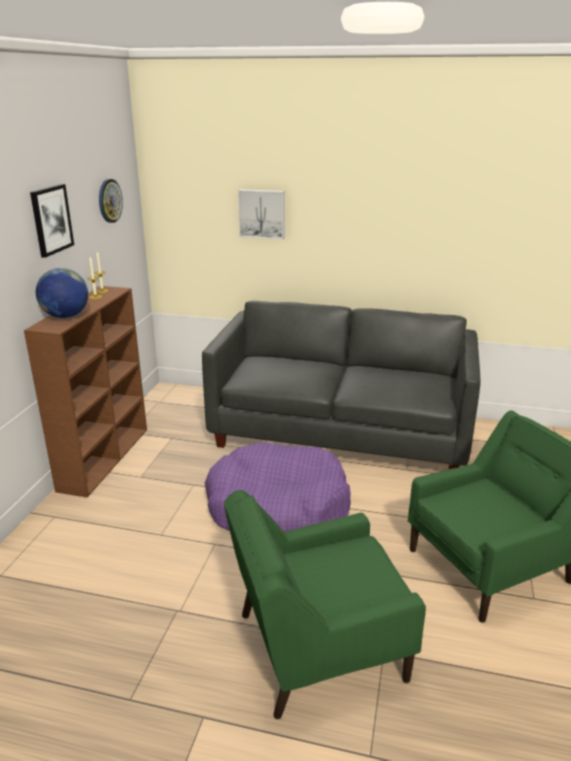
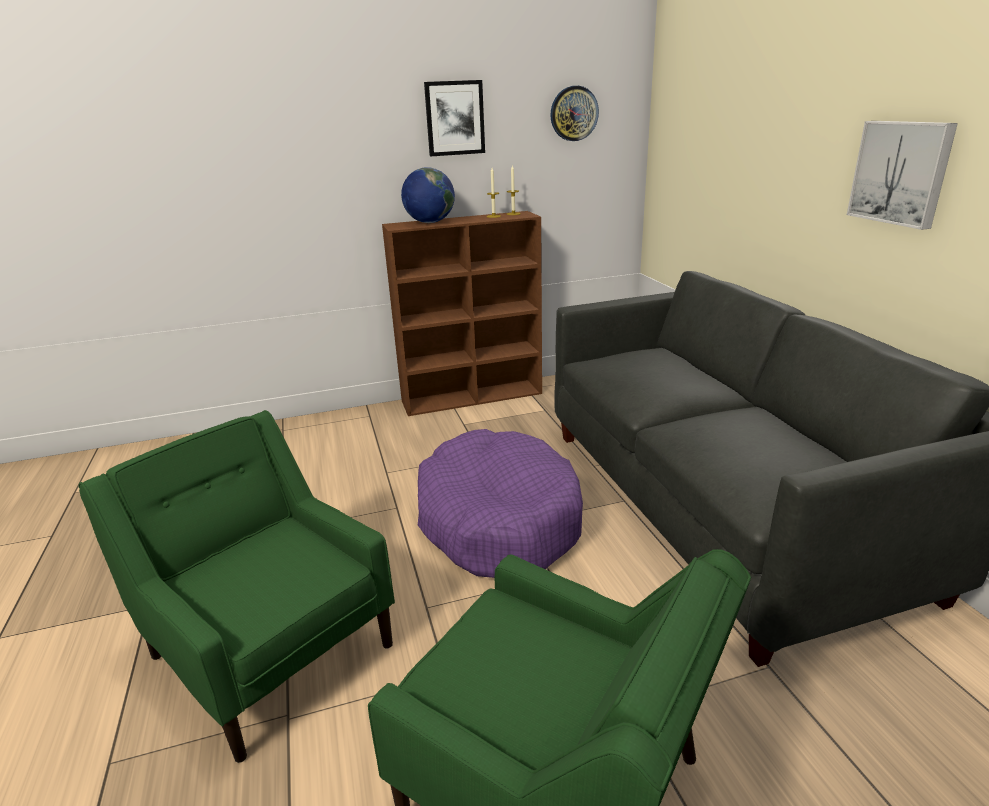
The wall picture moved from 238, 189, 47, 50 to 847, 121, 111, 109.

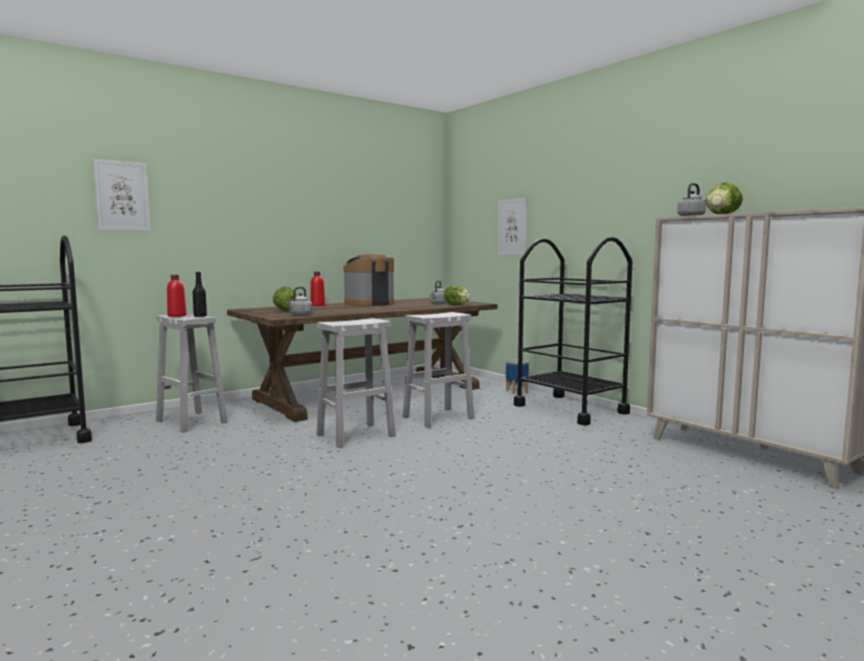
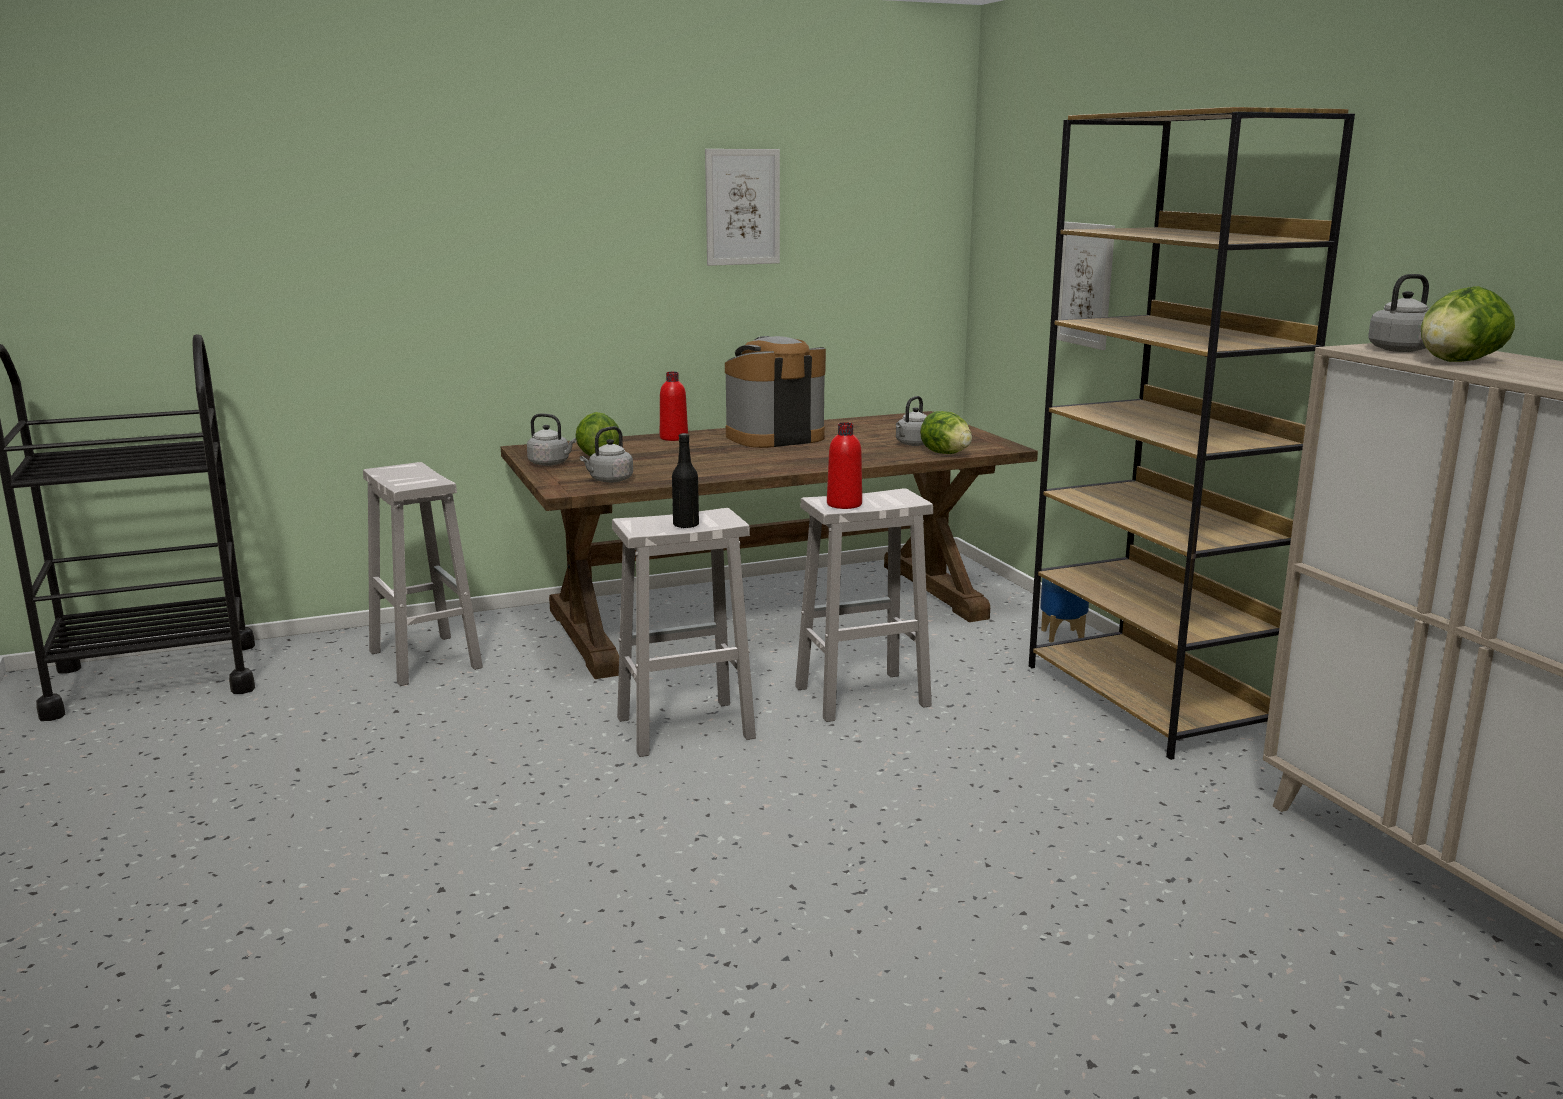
The tea kettle in gray at 527, 414, 49, 52 appeared.
The wall picture moved from 93, 159, 57, 72 to 705, 149, 75, 117.
The drink bottle in red moved from 167, 275, 20, 42 to 827, 422, 35, 87.
The drink bottle in blackish moved from 193, 272, 14, 45 to 672, 433, 27, 96.
The wheeled cart in blackish at 514, 237, 118, 188 was replaced by the bookshelf in brown-coloured at 1029, 107, 326, 653.

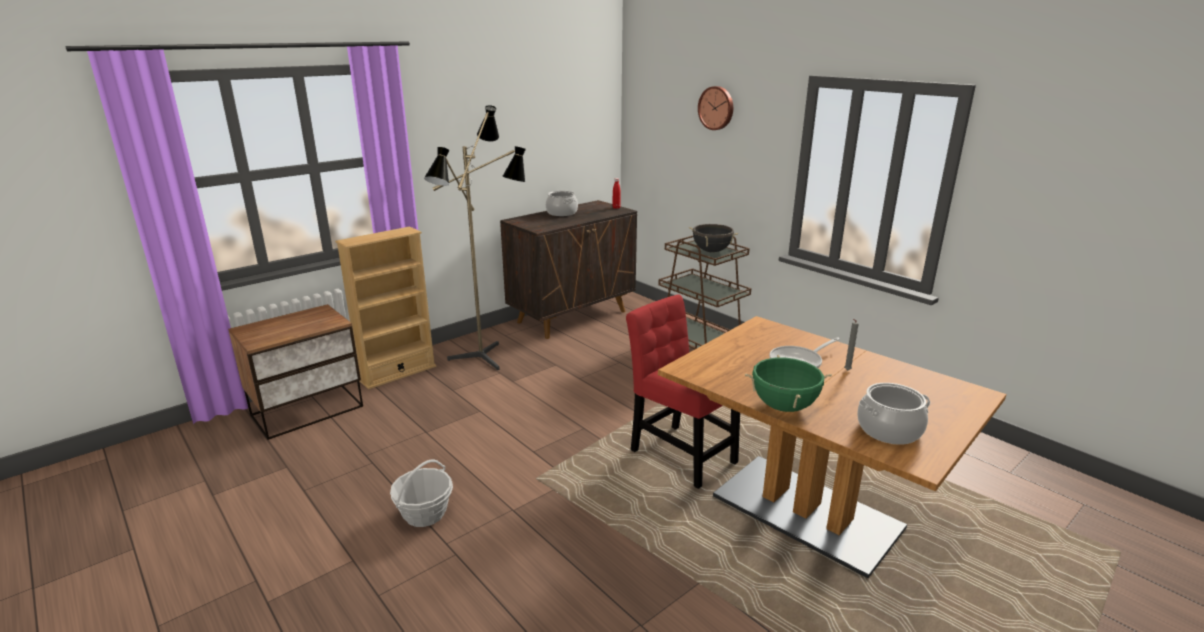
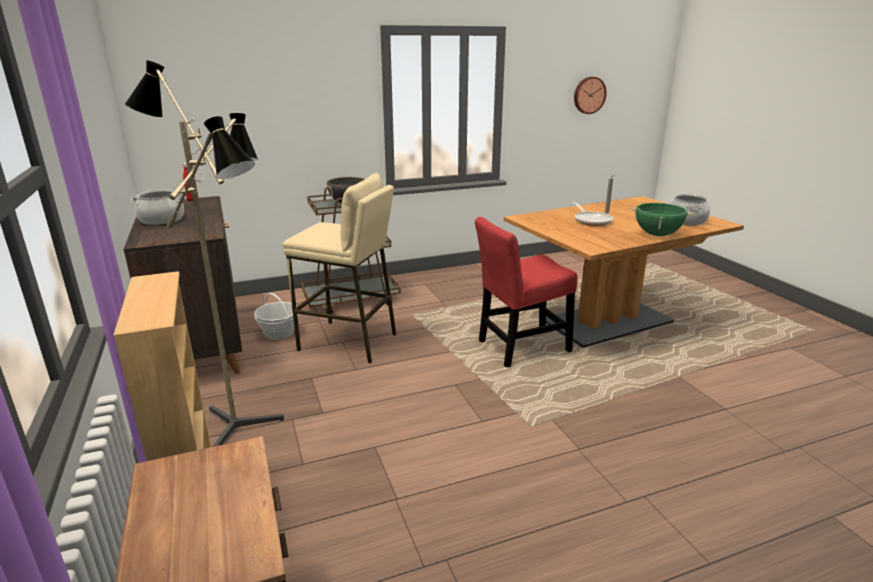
The stool seat in beige-coloured at 283, 173, 113, 191 appeared.
The basket moved from 390, 459, 63, 68 to 254, 293, 45, 47.
The hanging clock moved from 698, 86, 35, 44 to 574, 77, 33, 37.

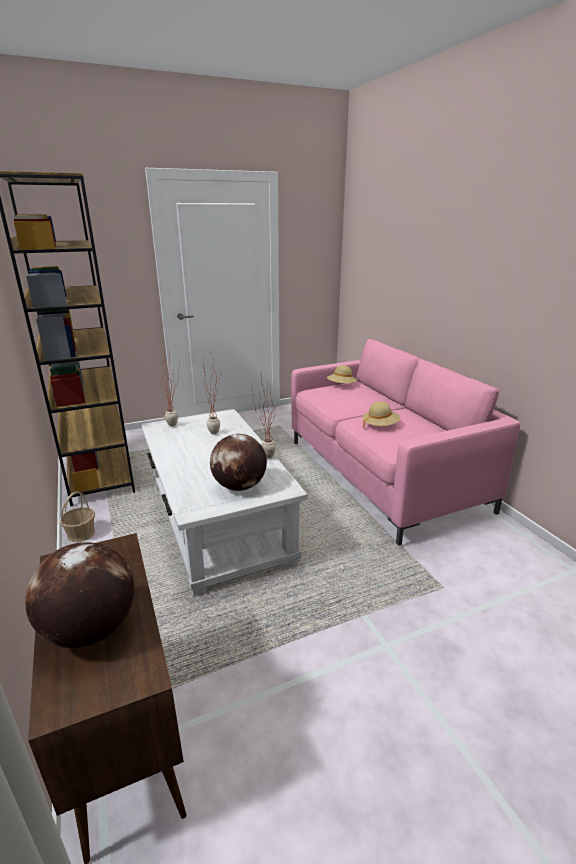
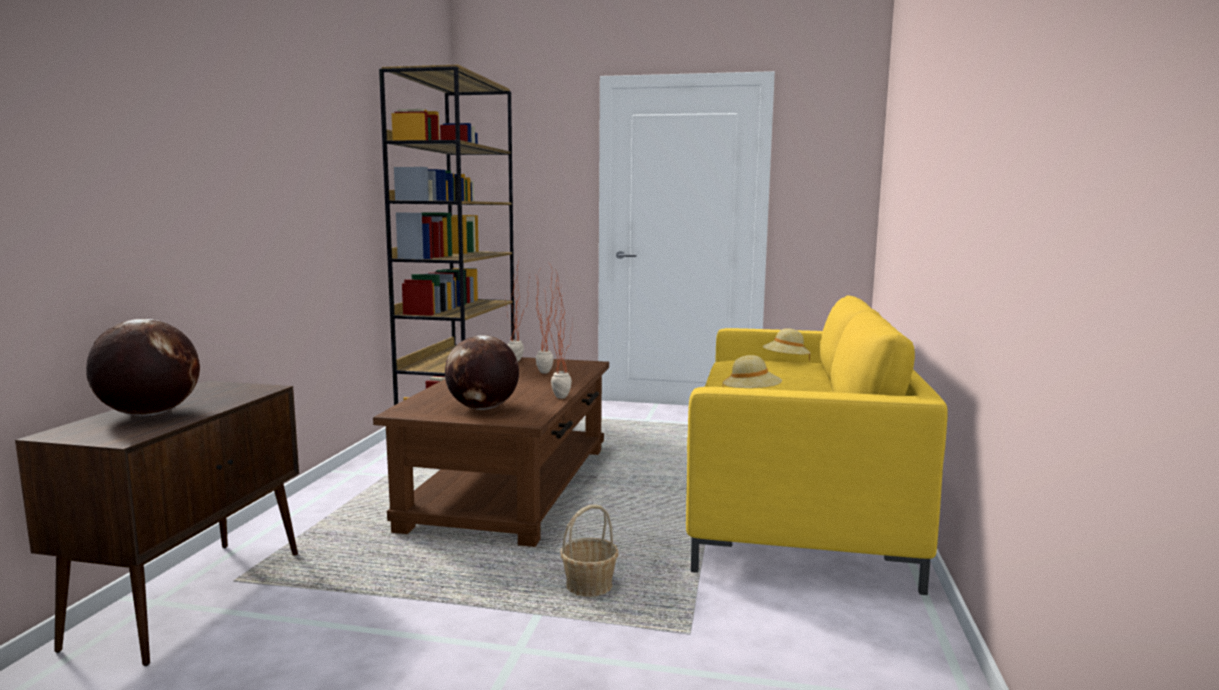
The basket moved from 60, 491, 35, 51 to 560, 504, 59, 93.
The coffee table in white-coloured at 141, 409, 167, 188 became the coffee table in brown-coloured at 373, 357, 236, 190.
The sofa in pink at 291, 339, 229, 207 became the sofa in yellow-coloured at 686, 296, 262, 299.

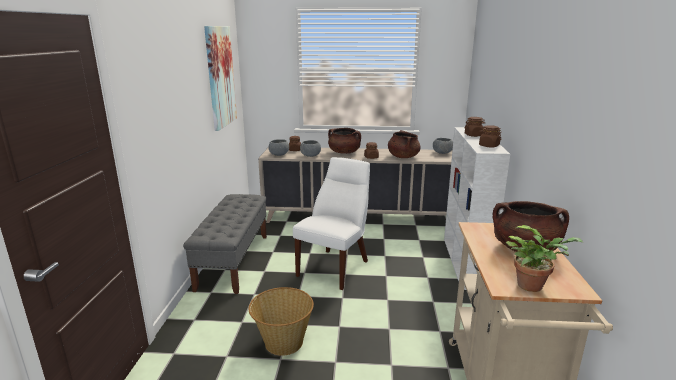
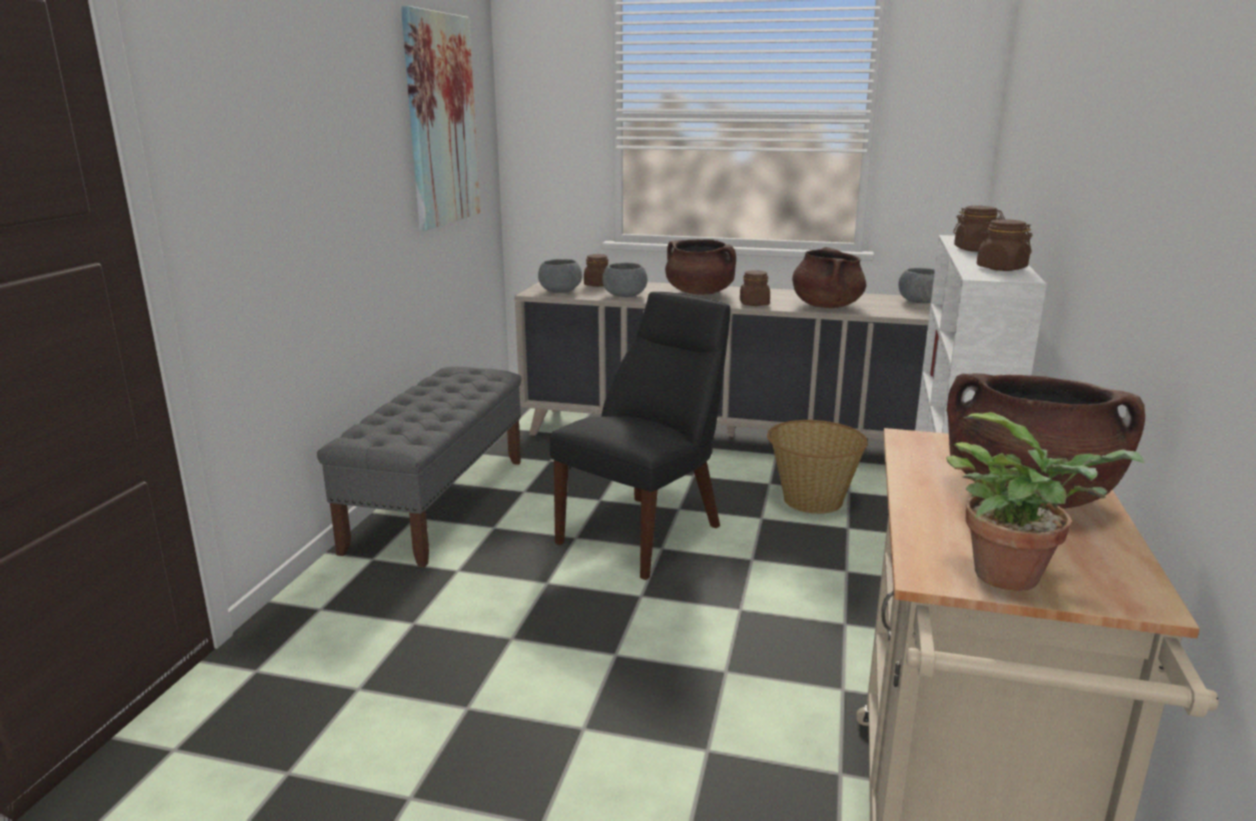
The basket moved from 249, 287, 65, 69 to 767, 420, 101, 94.
The upright chair in white-coloured at 293, 157, 77, 133 became the upright chair in blackish at 550, 292, 180, 288.

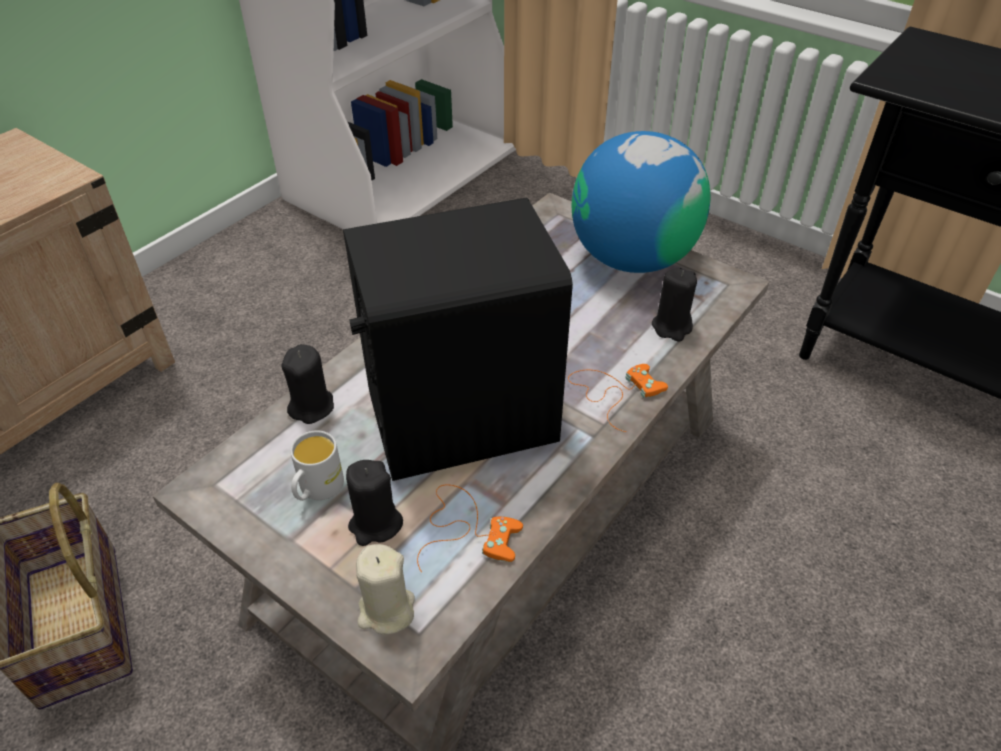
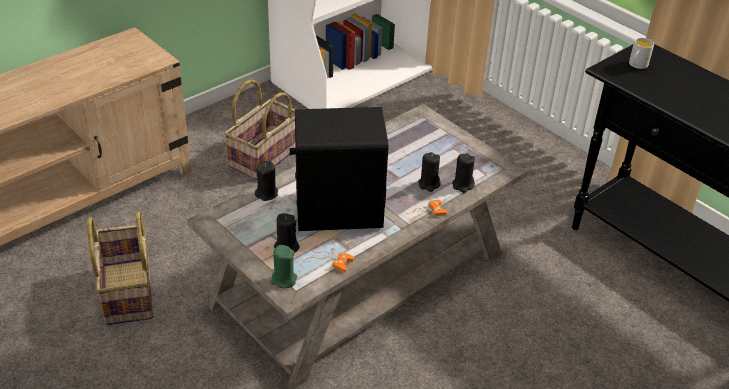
The desk globe at 572, 131, 138, 142 disappeared.
The basket at 224, 79, 72, 101 appeared.
The wax light in blackish at 418, 152, 22, 40 appeared.
The coffee mug in white-coloured moved from 290, 430, 54, 71 to 629, 38, 25, 31.
The wax light in beige-coloured at 356, 544, 59, 91 became the wax light in greenish at 270, 245, 27, 44.

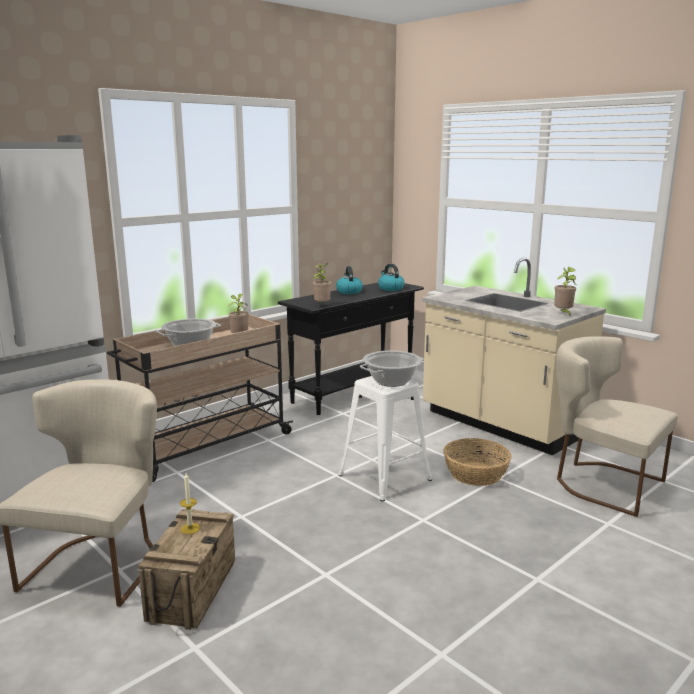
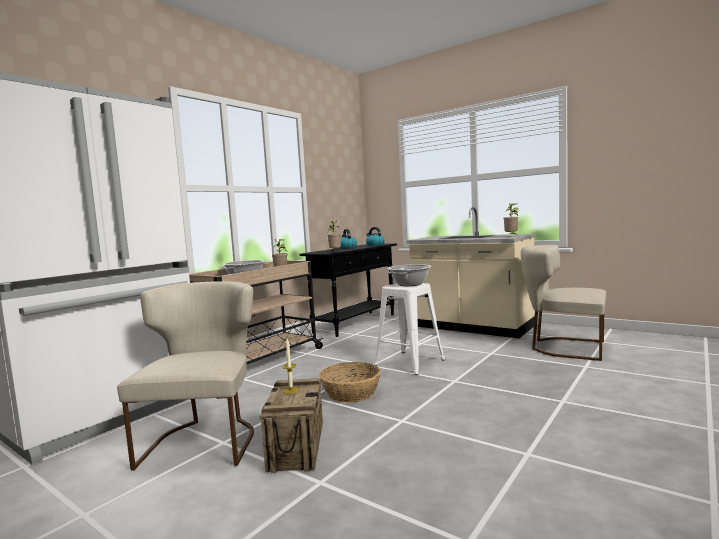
The basket moved from 443, 438, 69, 48 to 319, 362, 62, 41.

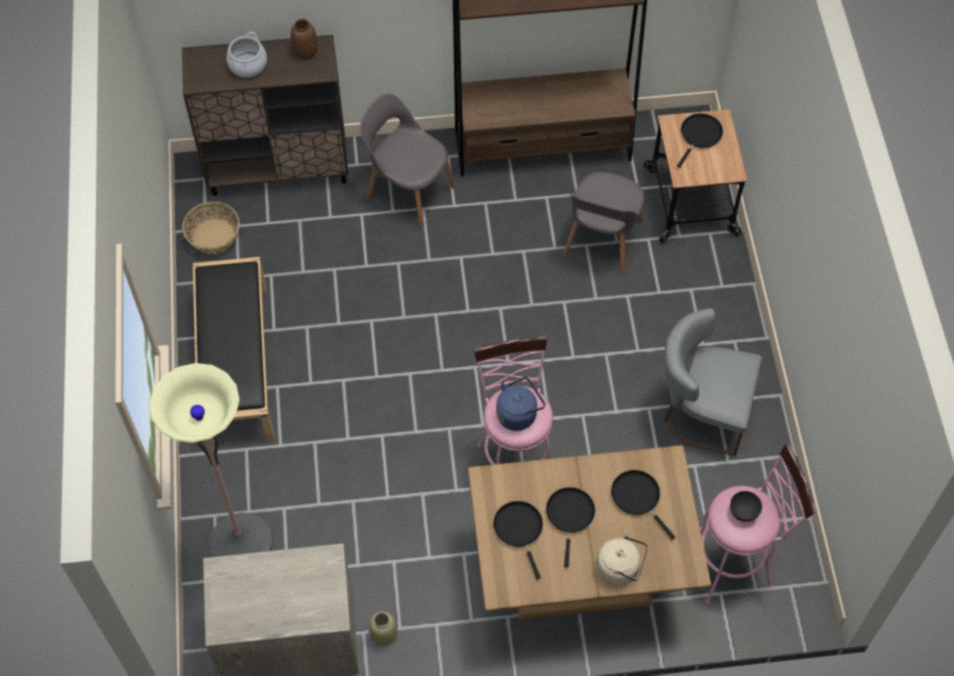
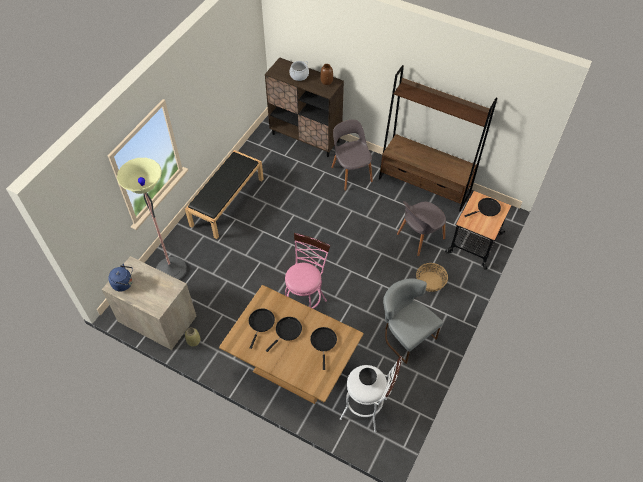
The tea kettle in beige-coloured at 597, 530, 51, 56 disappeared.
The basket moved from 182, 202, 58, 52 to 416, 263, 32, 29.
The tea kettle in bluish moved from 496, 377, 49, 54 to 108, 264, 25, 28.
The stool seat in pink at 700, 443, 116, 161 became the stool seat in white-coloured at 340, 356, 62, 76.

